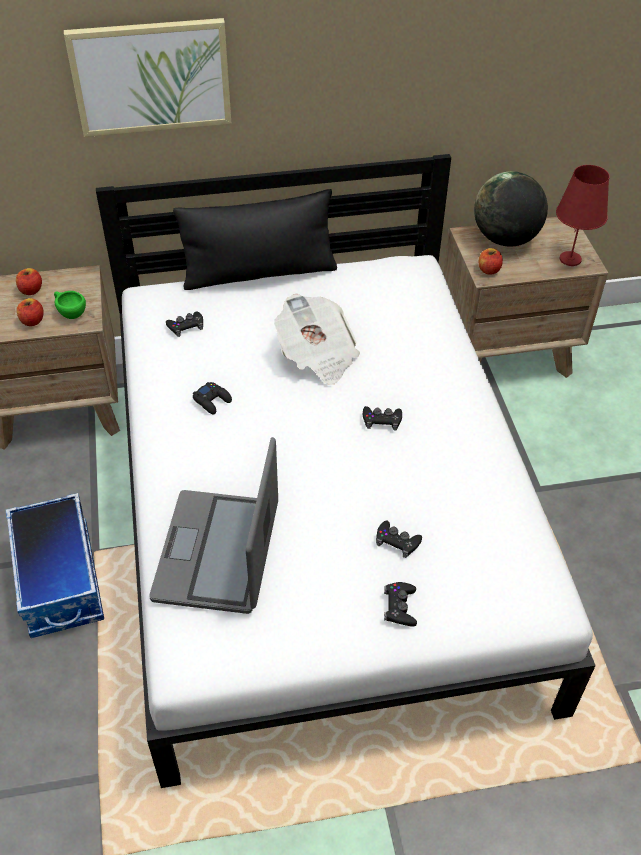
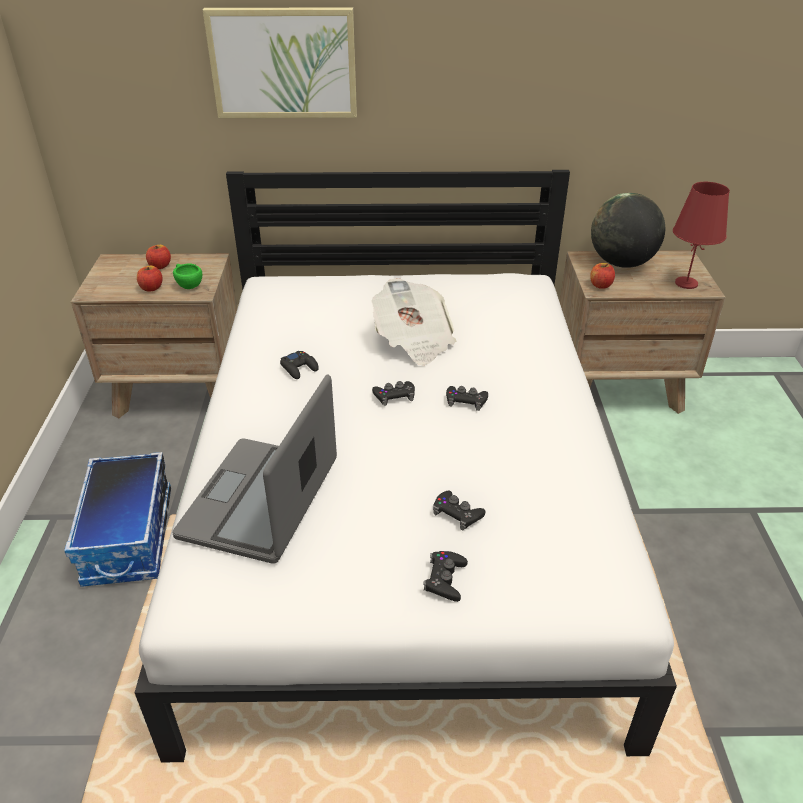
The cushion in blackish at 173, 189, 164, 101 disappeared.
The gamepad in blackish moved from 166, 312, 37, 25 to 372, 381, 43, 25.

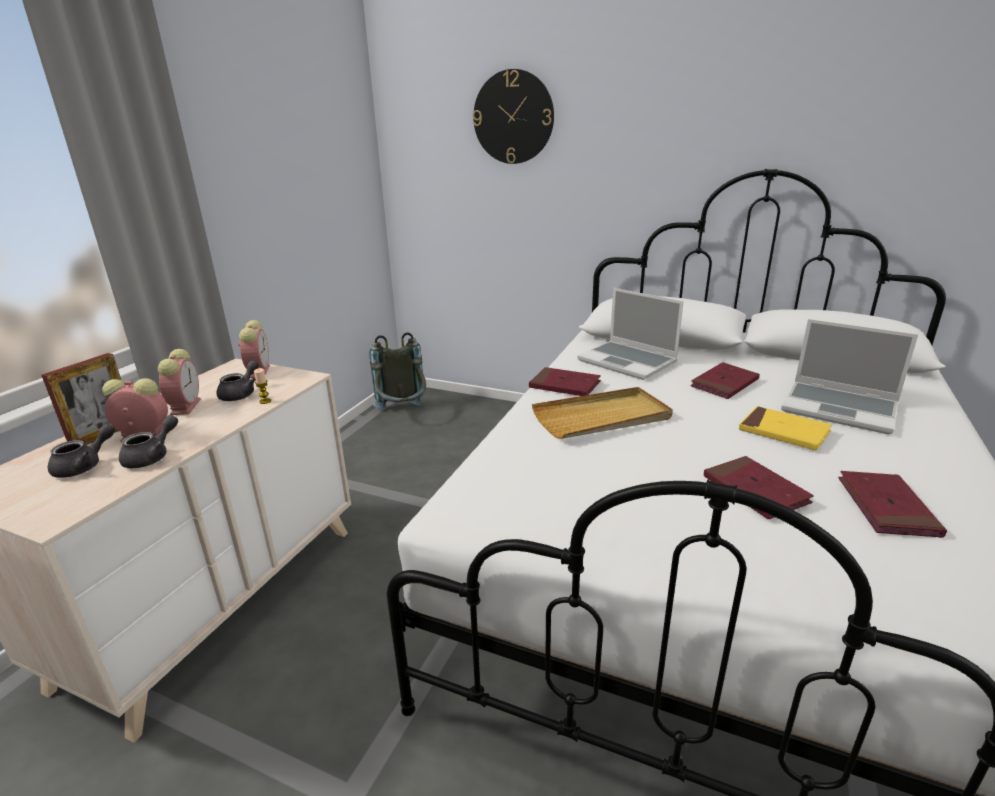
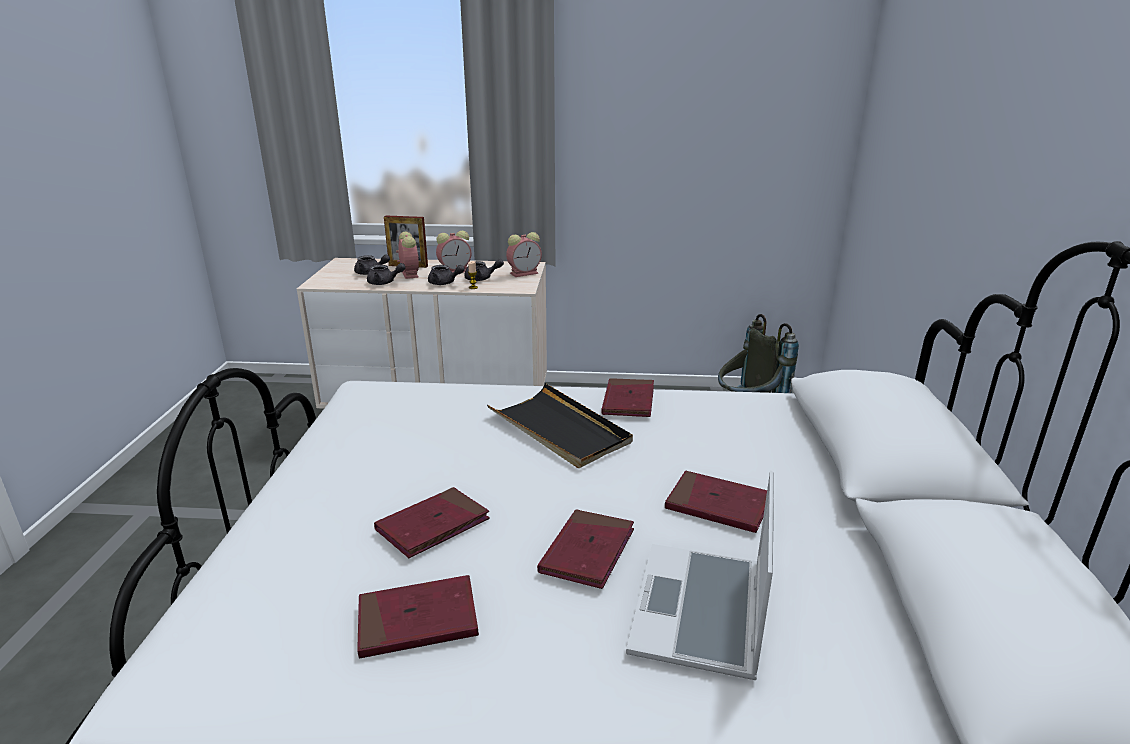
The hanging clock at 473, 69, 81, 95 disappeared.
The laptop at 577, 288, 107, 92 disappeared.
The pot for tea in gray at 428, 265, 37, 20 appeared.
The carrying tray in beige-coloured at 532, 387, 141, 52 became the carrying tray in blackish at 487, 383, 146, 85.
The volume in yellow-coloured at 739, 406, 93, 45 became the volume in red at 537, 510, 97, 79.

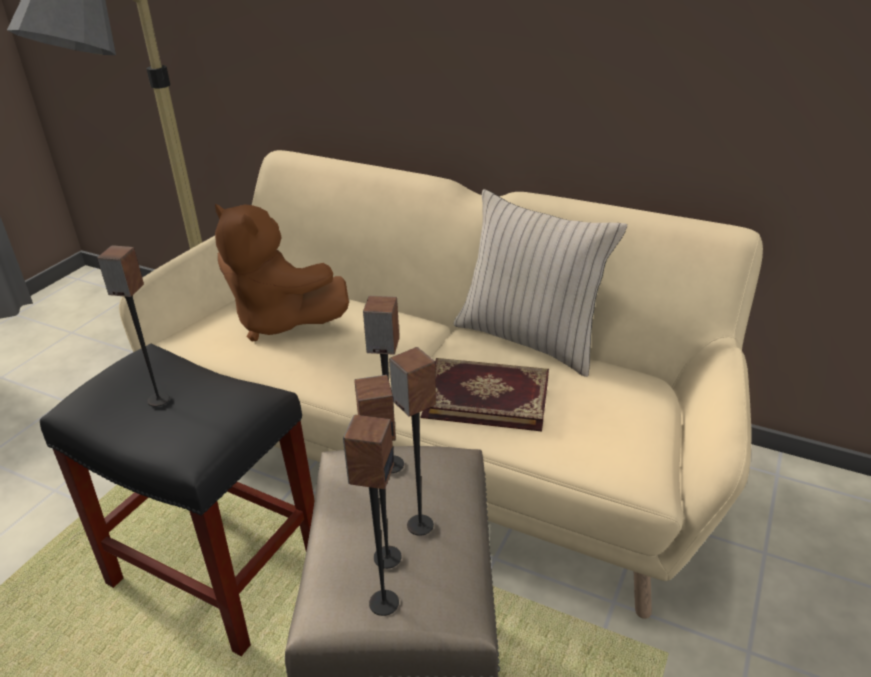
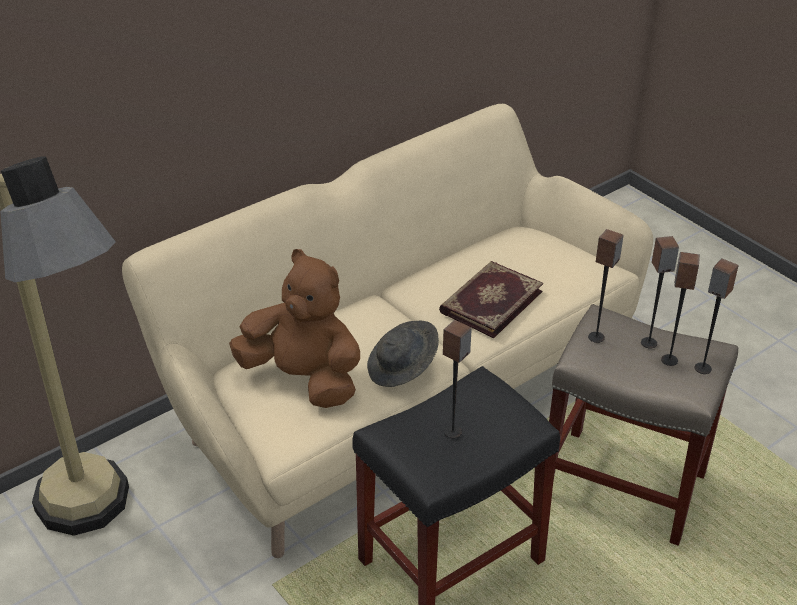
The cushion in beige-coloured at 454, 189, 173, 188 disappeared.
The hat in gray at 367, 321, 72, 66 appeared.
The plush toy in brown-coloured at 215, 204, 134, 138 turned 120 degrees counterclockwise.

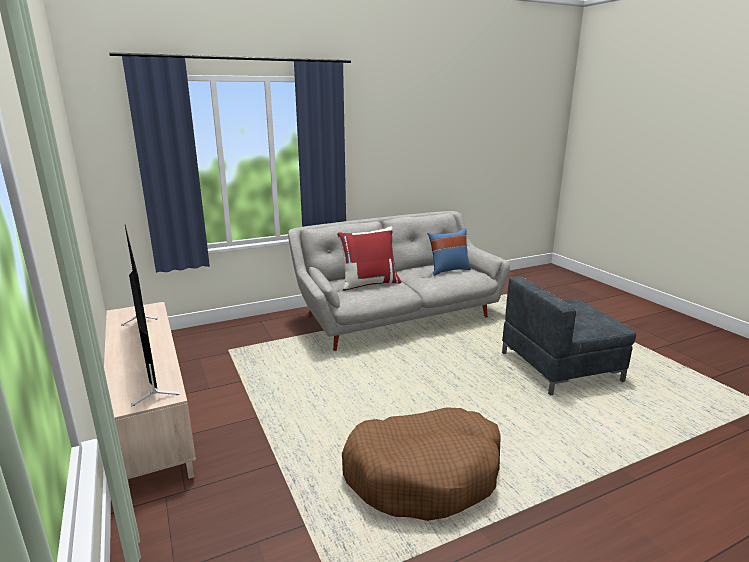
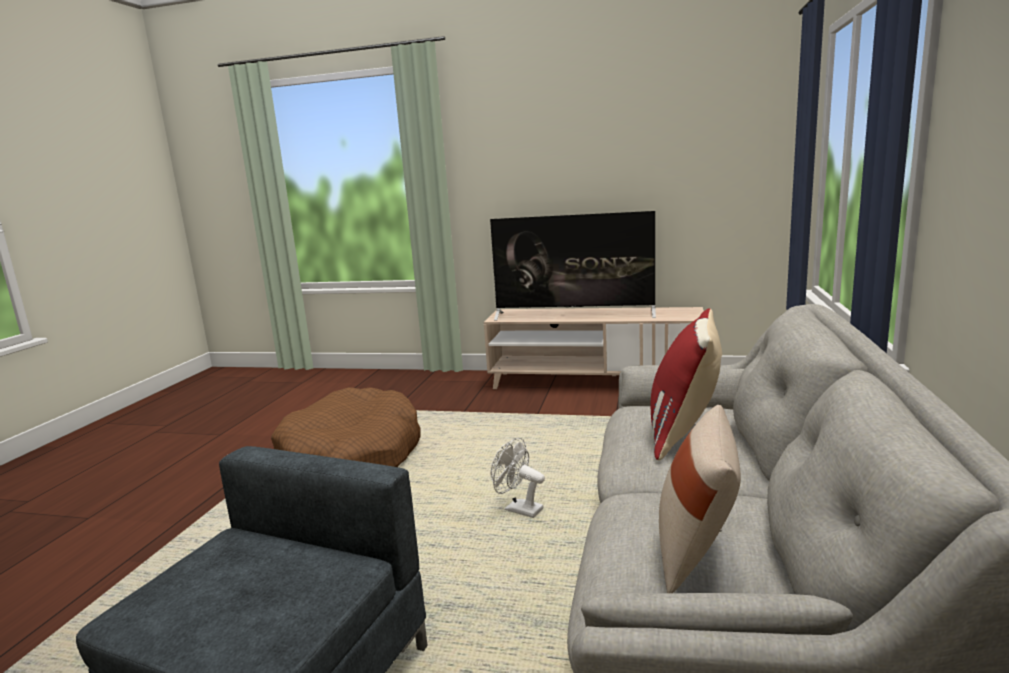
The fan in white-coloured at 491, 438, 54, 80 appeared.
The cushion in bluish at 427, 228, 44, 48 became the cushion in beige-coloured at 659, 405, 82, 188.

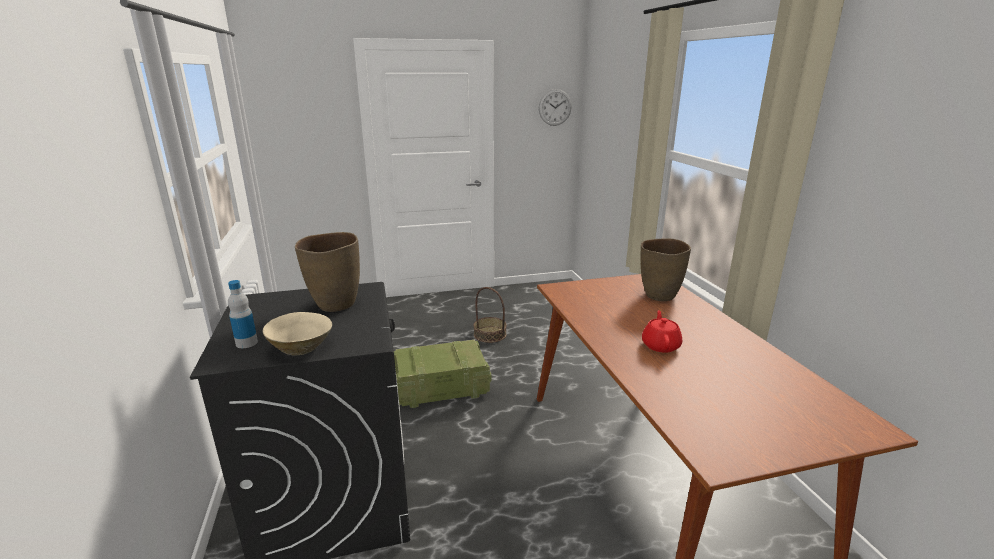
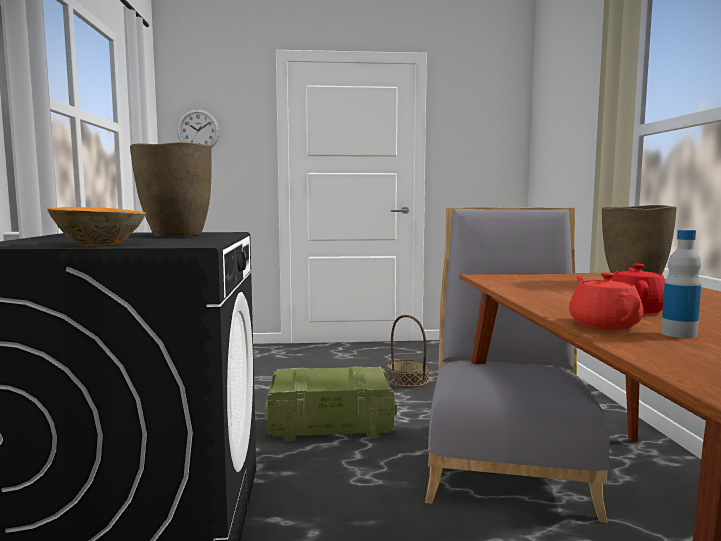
The upright chair in gray at 425, 207, 185, 316 appeared.
The pot for tea in red at 569, 272, 74, 58 appeared.
The drink bottle moved from 228, 280, 30, 68 to 661, 230, 40, 108.
The hanging clock moved from 539, 89, 33, 37 to 177, 109, 43, 39.
The serving bowl in beige-coloured at 263, 312, 69, 43 became the serving bowl in orangey at 47, 207, 99, 39.

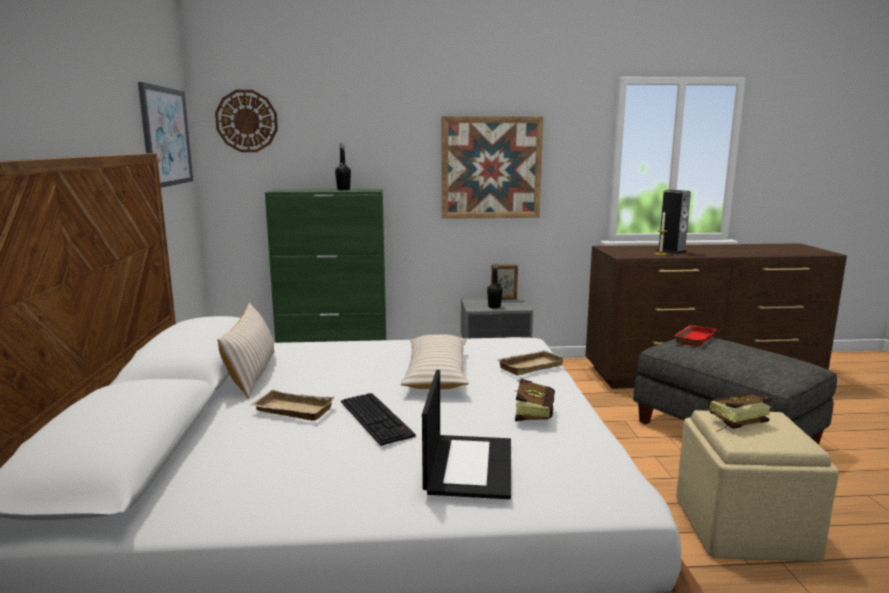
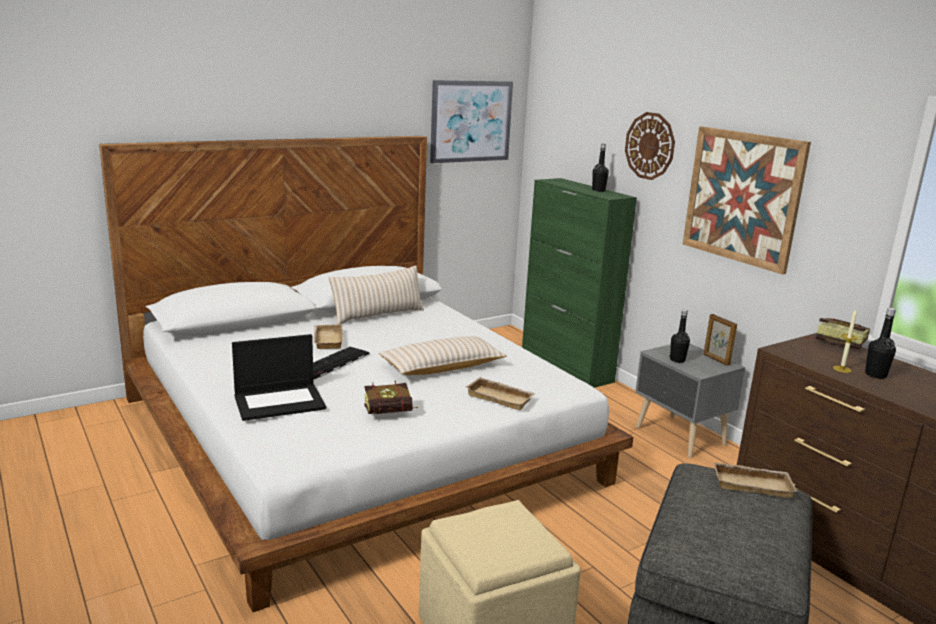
The hanging clock moved from 215, 90, 63, 62 to 625, 112, 50, 68.
The volume moved from 708, 394, 64, 38 to 806, 318, 64, 32.
The loudspeaker at 657, 190, 34, 64 was replaced by the drink bottle in blackish at 865, 308, 31, 71.
The carrying tray in red at 674, 325, 43, 21 became the carrying tray in beige-coloured at 713, 462, 84, 36.

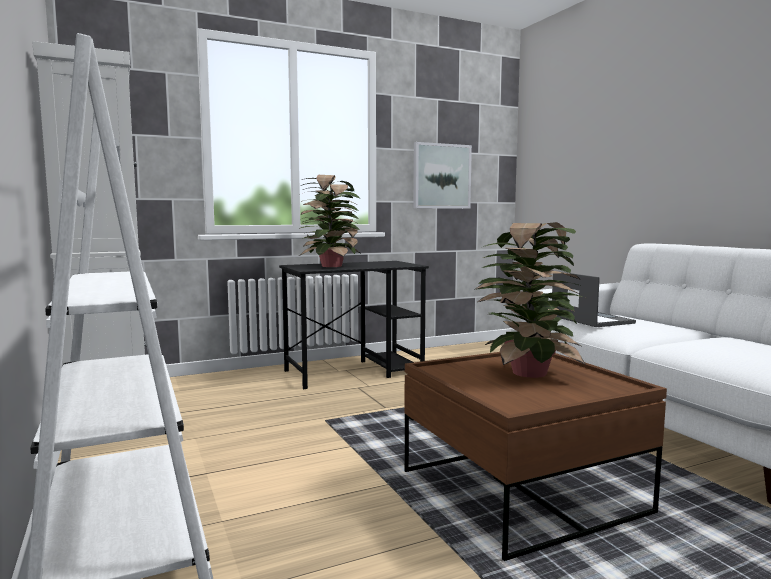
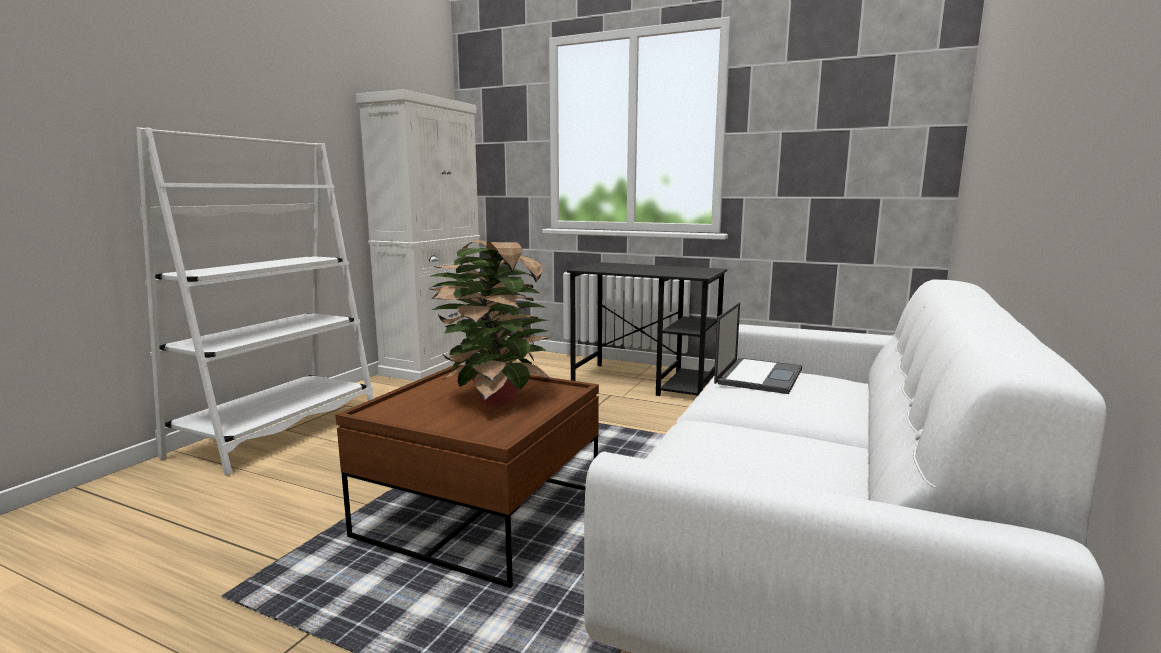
The plant in a pot at 299, 175, 61, 92 disappeared.
The wall picture at 414, 142, 58, 67 disappeared.

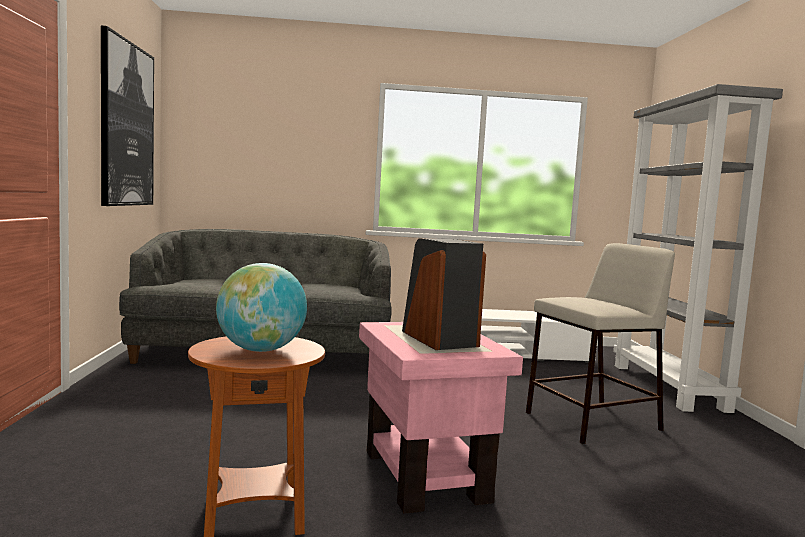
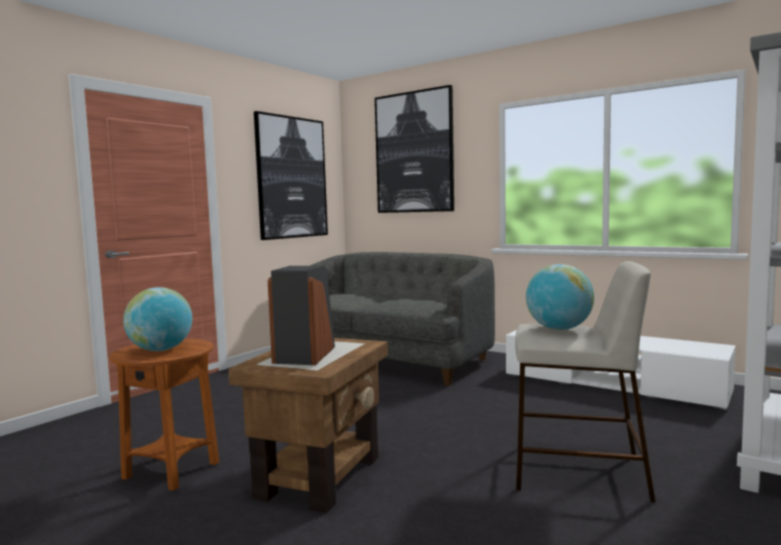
The wall picture at 375, 85, 79, 128 appeared.
The desk globe at 526, 264, 68, 66 appeared.
The end table in pink at 359, 322, 164, 191 became the end table in brown-coloured at 229, 338, 159, 175.

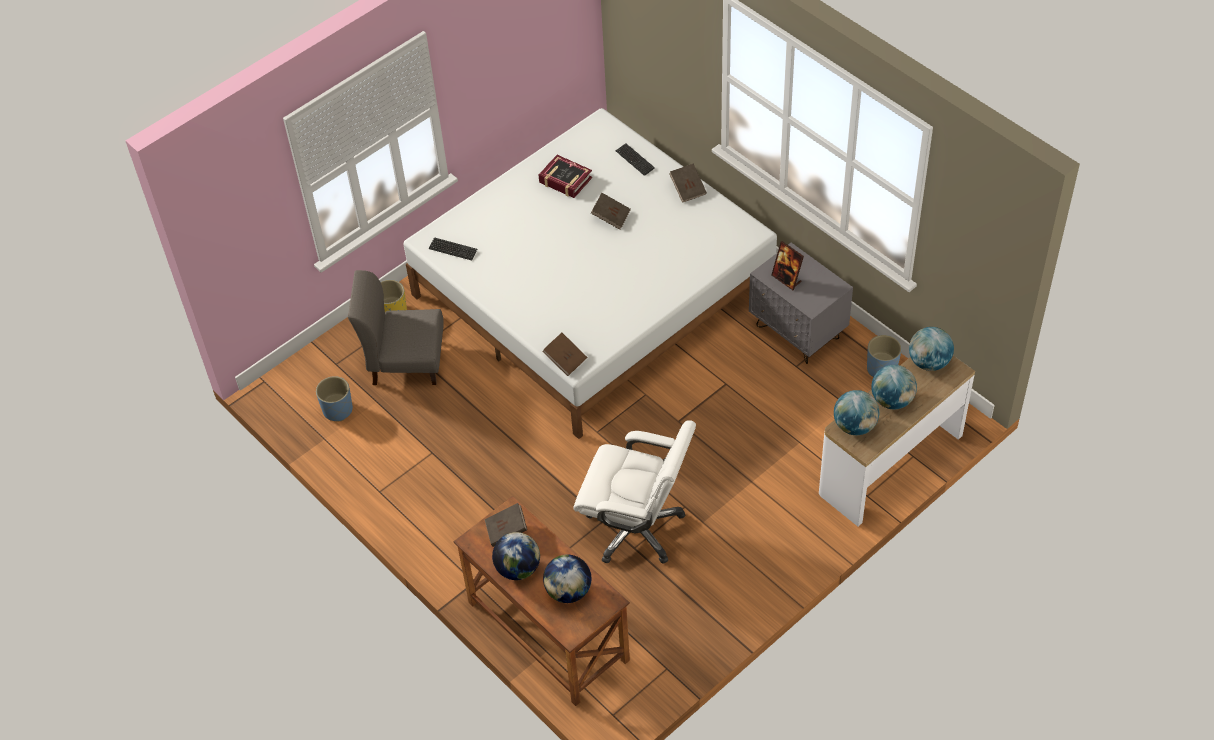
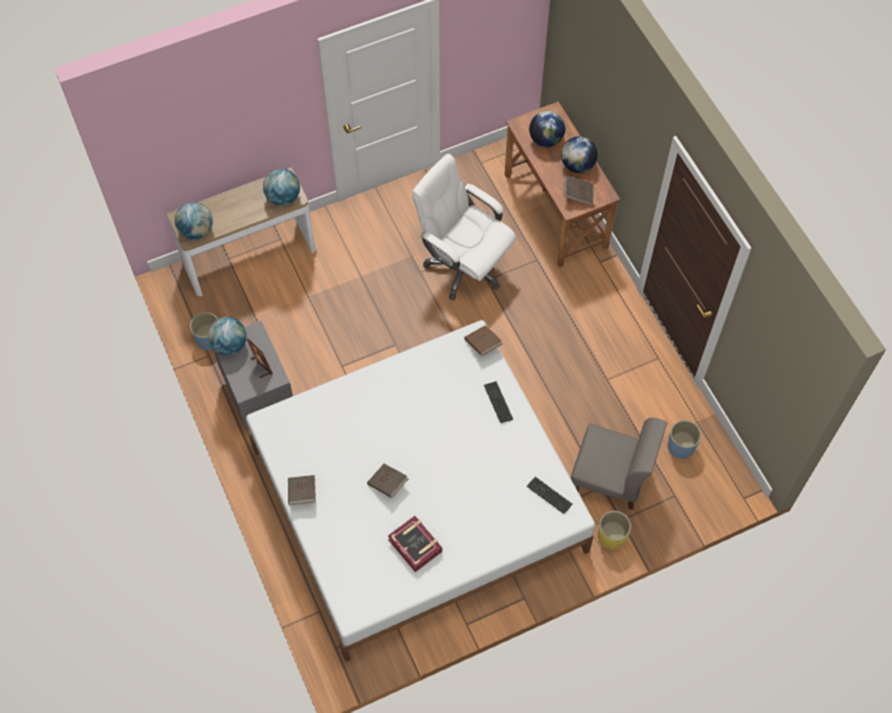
The computer keyboard moved from 616, 143, 39, 33 to 484, 381, 29, 42.
The desk globe moved from 871, 365, 46, 44 to 208, 317, 39, 38.

